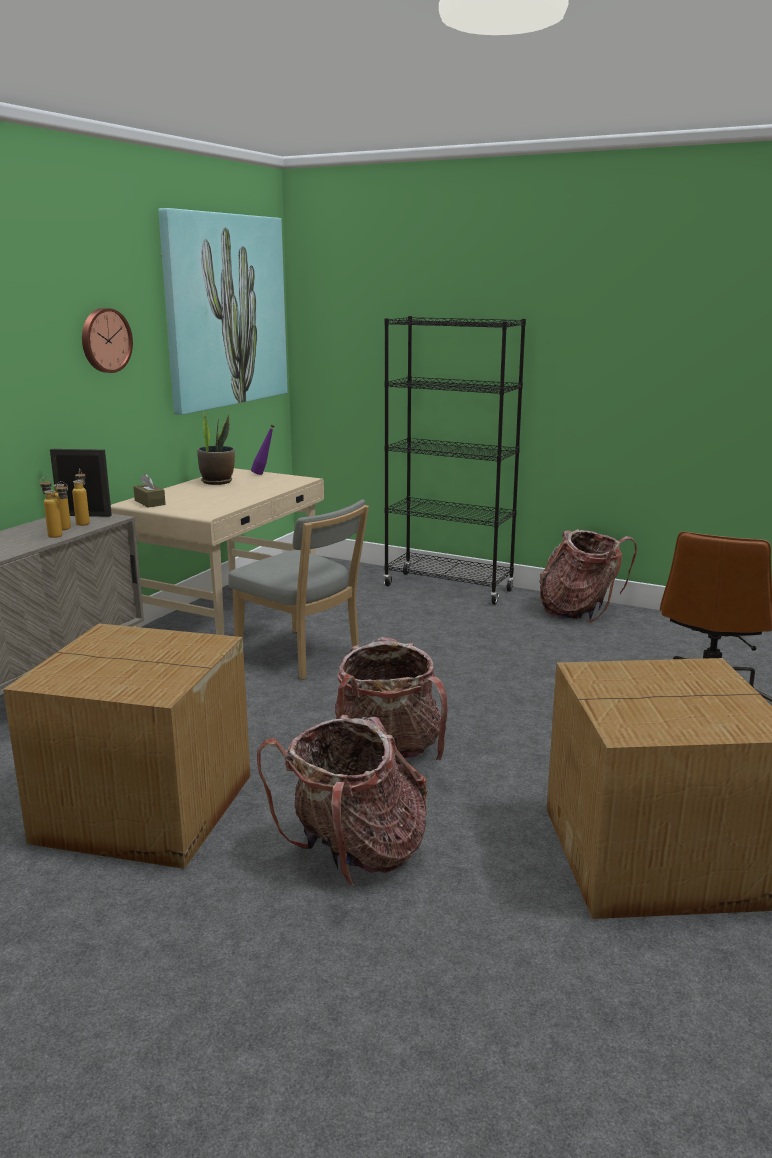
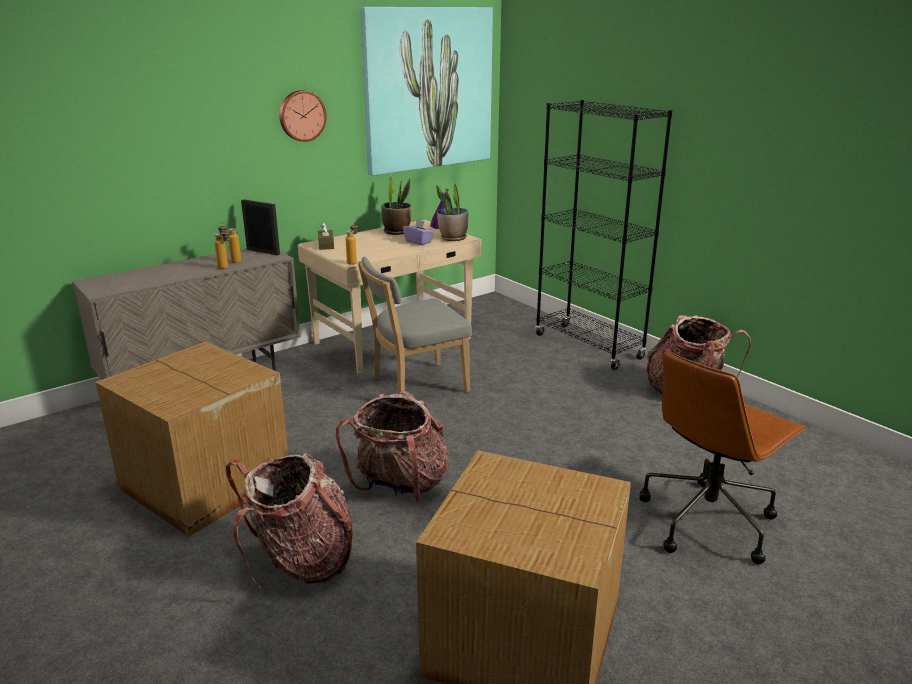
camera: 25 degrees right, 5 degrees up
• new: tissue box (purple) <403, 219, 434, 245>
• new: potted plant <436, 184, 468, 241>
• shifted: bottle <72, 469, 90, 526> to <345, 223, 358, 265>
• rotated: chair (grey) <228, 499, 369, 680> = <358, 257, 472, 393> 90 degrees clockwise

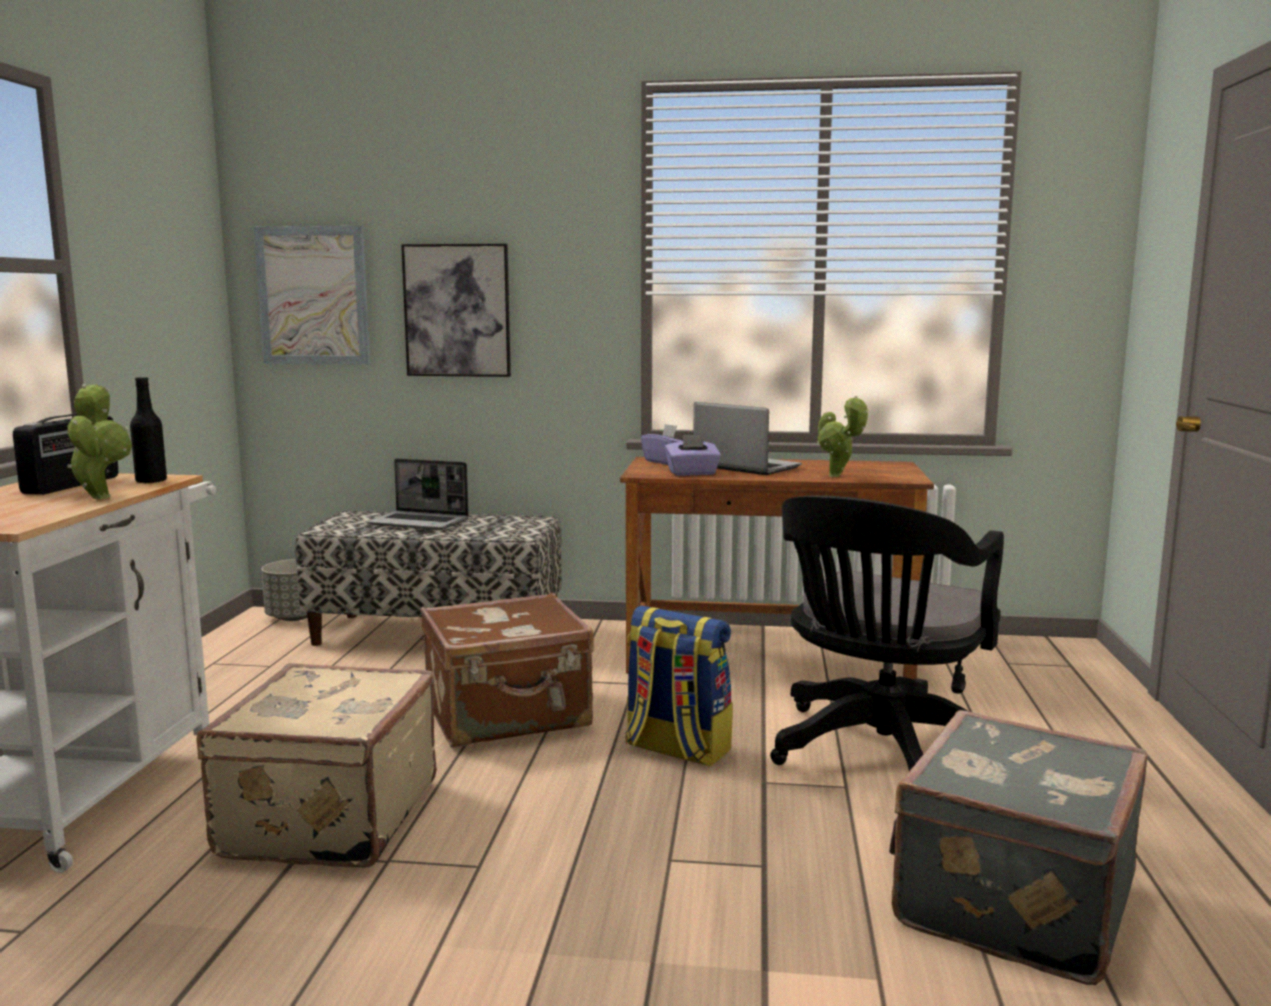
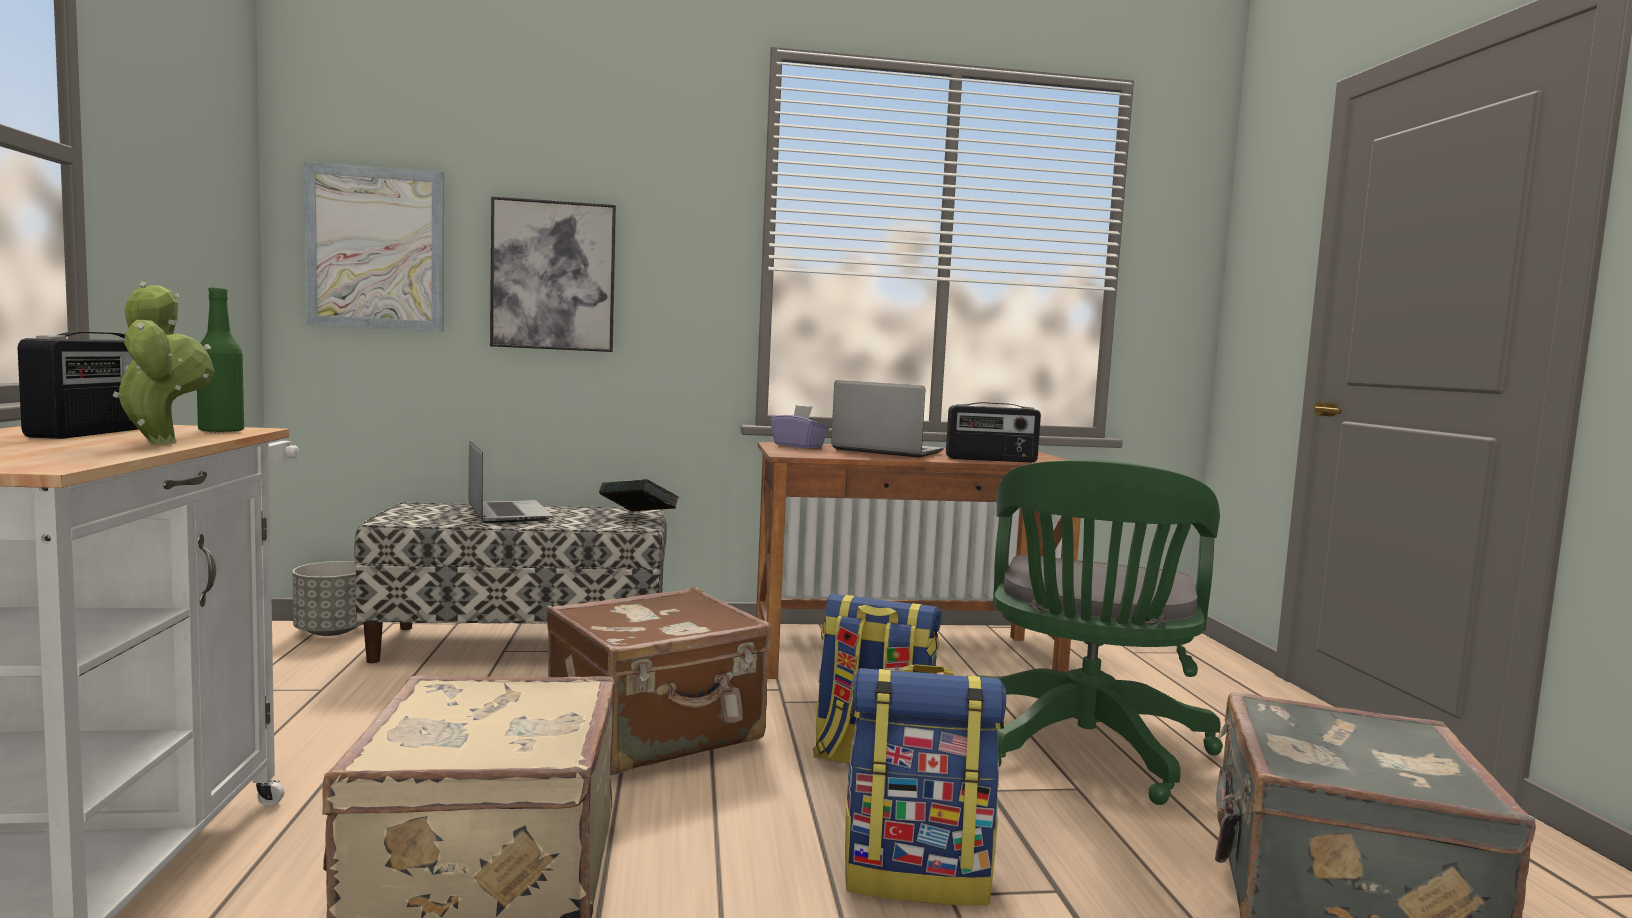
camera: 15 degrees left, 5 degrees down
• gone: tissue box (purple) <665, 435, 721, 476>
• new: book <599, 479, 680, 512>
• new: backpack <845, 664, 1006, 906>
• swapped: potted plant <817, 396, 868, 477> to radio <946, 402, 1041, 463>
• repainted: bottle (black) <130, 377, 167, 483> to bottle (green) <197, 287, 244, 433>
• repainted: office chair (black) <770, 495, 1004, 771> to office chair (green) <978, 460, 1223, 805>
• rotated: laptop <367, 458, 469, 530> = <469, 441, 553, 523> 120 degrees counterclockwise

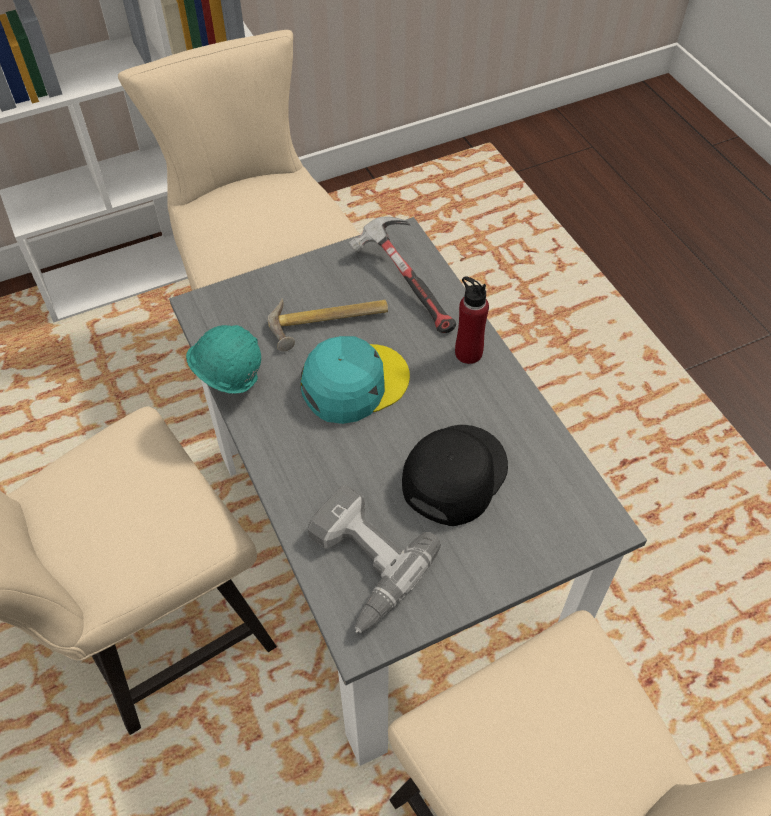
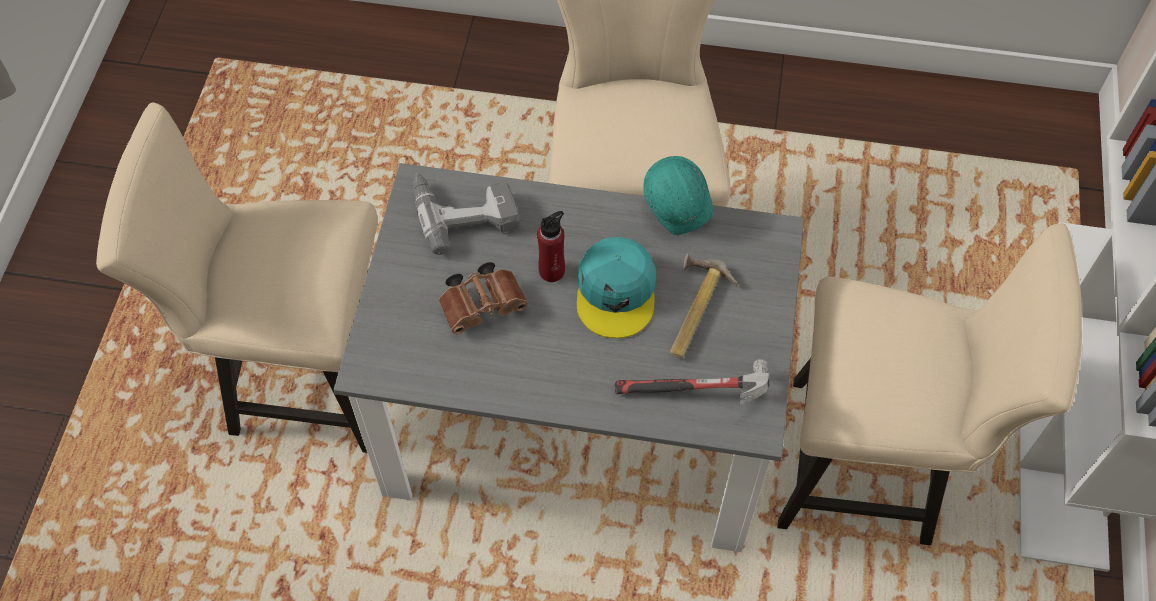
camera: 125 degrees right, 5 degrees up
• shifted: bottle (red) <455, 276, 489, 364> to <537, 211, 565, 282>
• swapped: cap (black) <402, 425, 508, 526> to binoculars (brown) <439, 262, 528, 334>

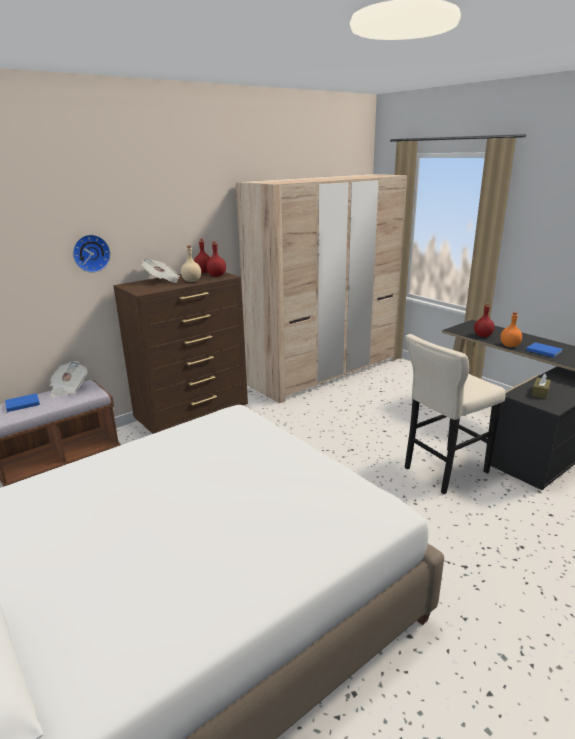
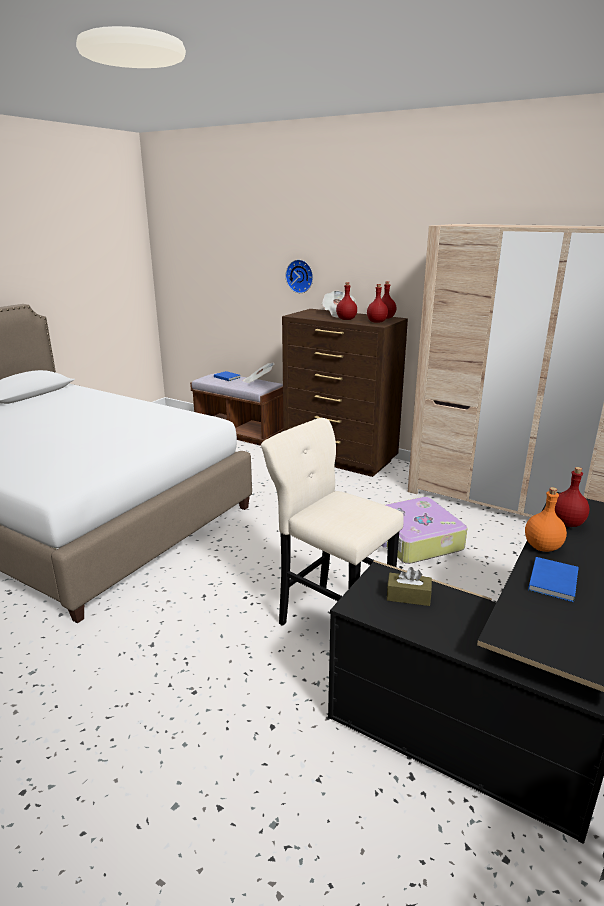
camera: 70 degrees right, 0 degrees up
• new: suitcase <382, 497, 467, 564>
• repainted: bottle (beige) <181, 245, 201, 282> to bottle (red) <336, 282, 357, 320>

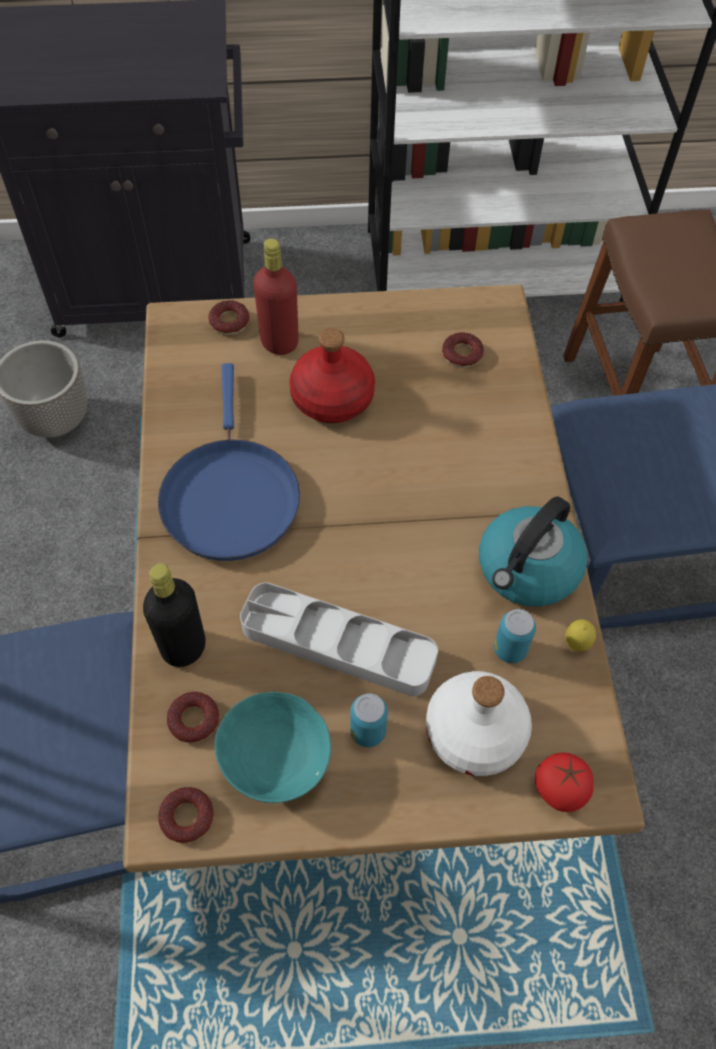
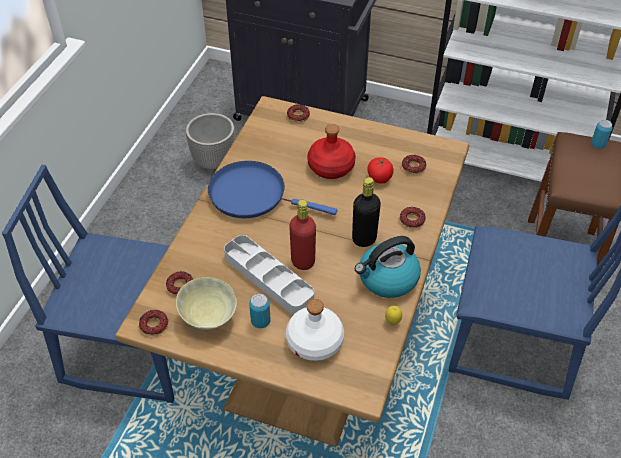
camera: 25 degrees right, 10 degrees down
• new: donut <400, 207, 426, 228>
• shifted: bottle (black) <143, 563, 206, 667> to <352, 177, 381, 247>
• shifted: bottle (red) <253, 238, 299, 355> to <289, 200, 316, 270>
• shifted: can <494, 609, 536, 663> to <591, 120, 613, 148>
• shifted: tomato <535, 752, 594, 812> to <368, 157, 393, 184>
• repainted: bowl (turquoise) <215, 692, 331, 803> to bowl (beige) <176, 277, 237, 330>
• rotated: frying pan (blue) <158, 363, 300, 561> = <208, 161, 337, 218> 90 degrees clockwise

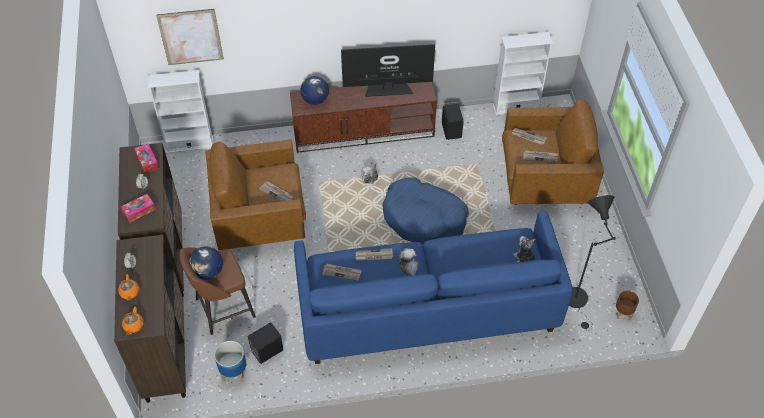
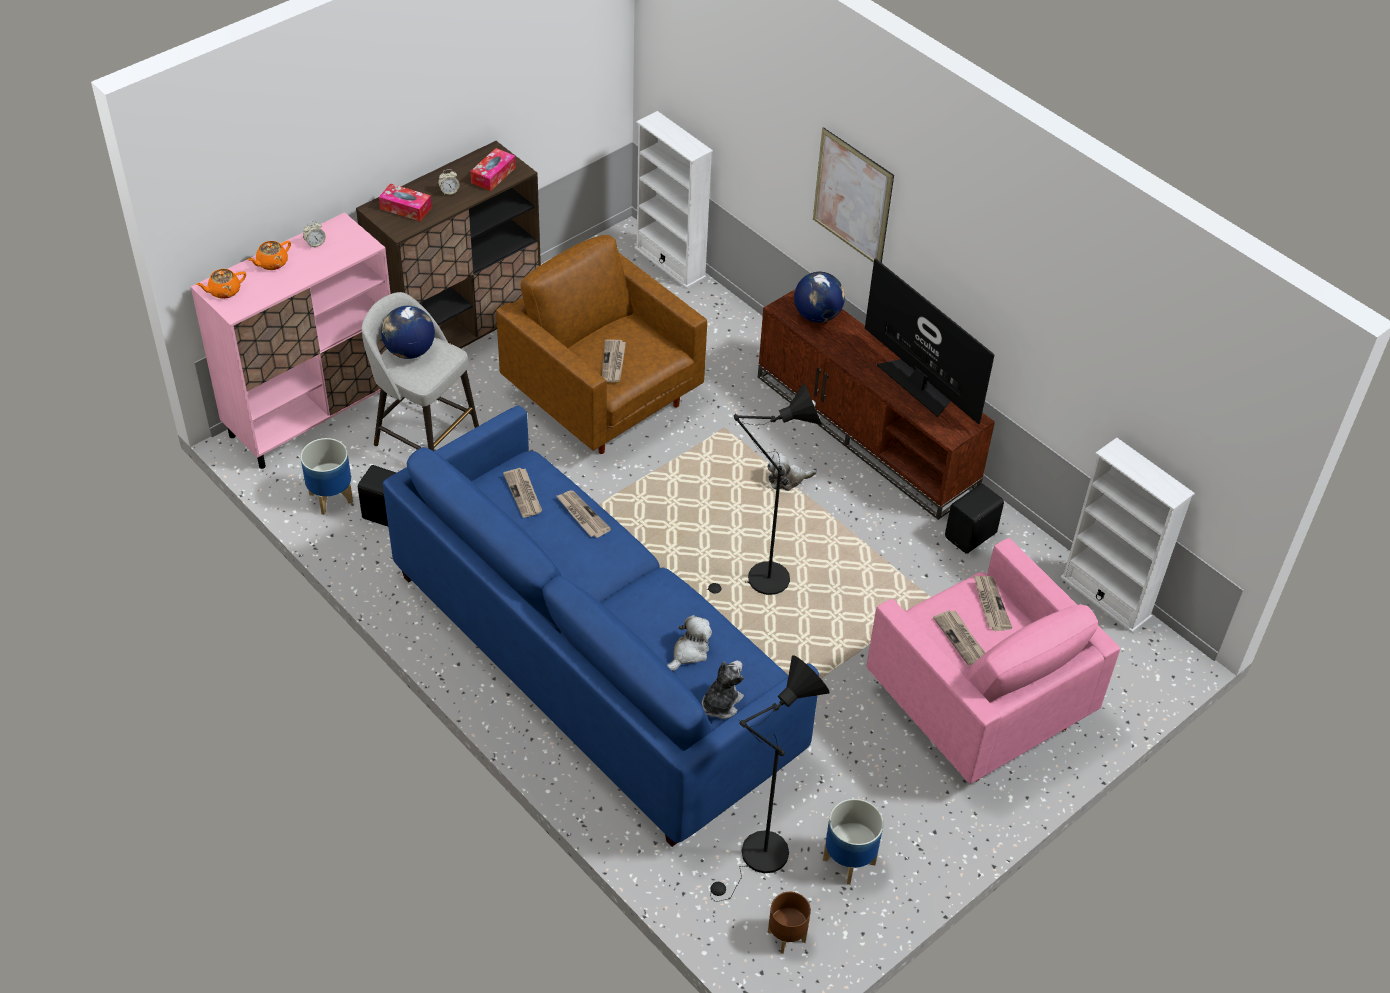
camera: 55 degrees right, 5 degrees down
• new: planter <823, 799, 883, 885>
• shifted: picture <156, 9, 224, 65> to <813, 127, 894, 263>
• shifted: plush toy <397, 248, 418, 276> to <667, 615, 712, 671>
• swapped: dog bed (blue) <382, 177, 469, 244> to floor lamp (black) <706, 383, 822, 595>
• repainted: cabinet (brown) <114, 235, 186, 403> to cabinet (pink) <191, 212, 392, 469>
• repainted: stool (brown) <179, 247, 256, 335> to stool (grey) <362, 292, 479, 451>
• repainted: armchair (brown) <502, 100, 604, 205> to armchair (pink) <867, 538, 1120, 784>

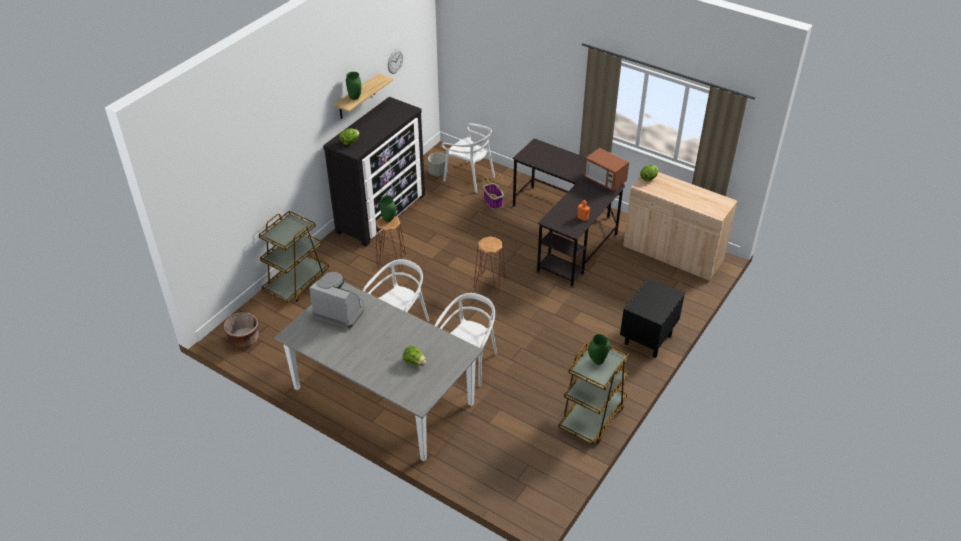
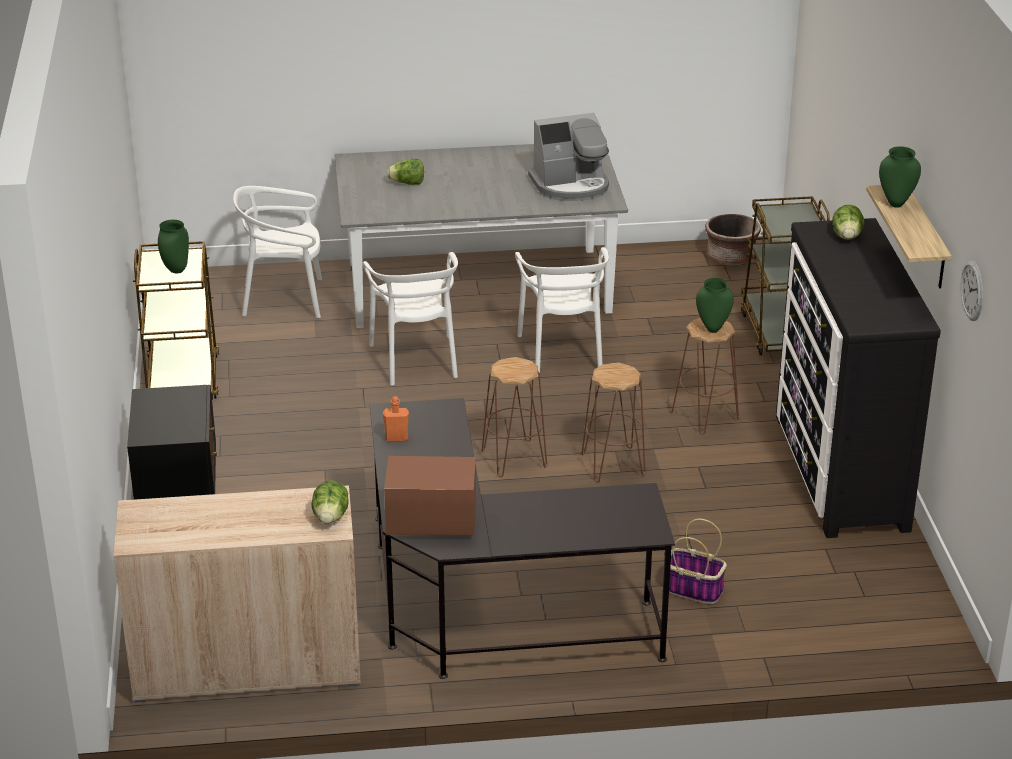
camera: 140 degrees right, 10 degrees down
• gone: planter (grey) <428, 152, 448, 176>
• new: stool (brown) <581, 363, 645, 482>
• shifted: chair (white) <441, 123, 495, 193> to <233, 186, 322, 318>

